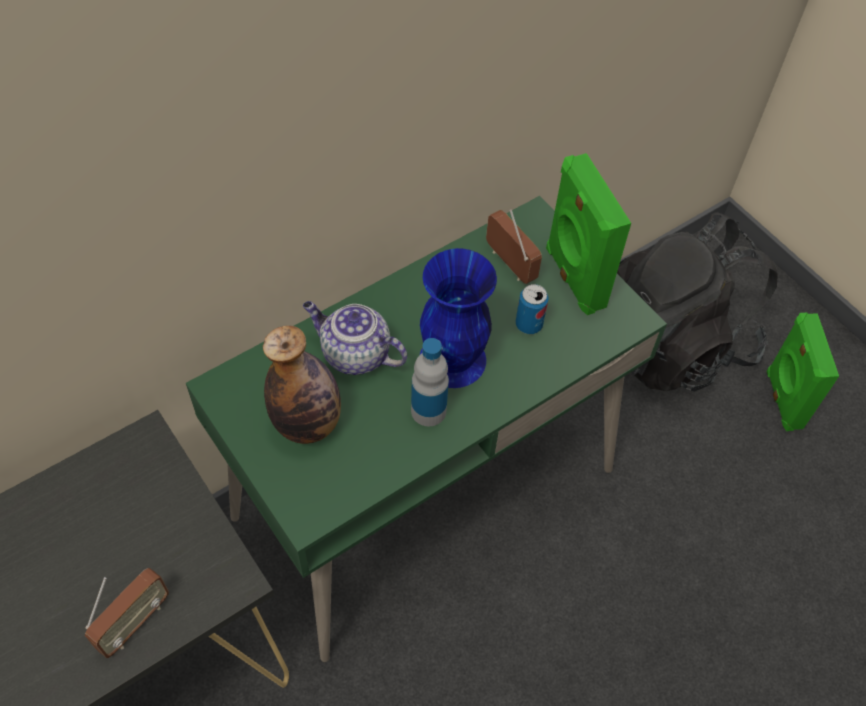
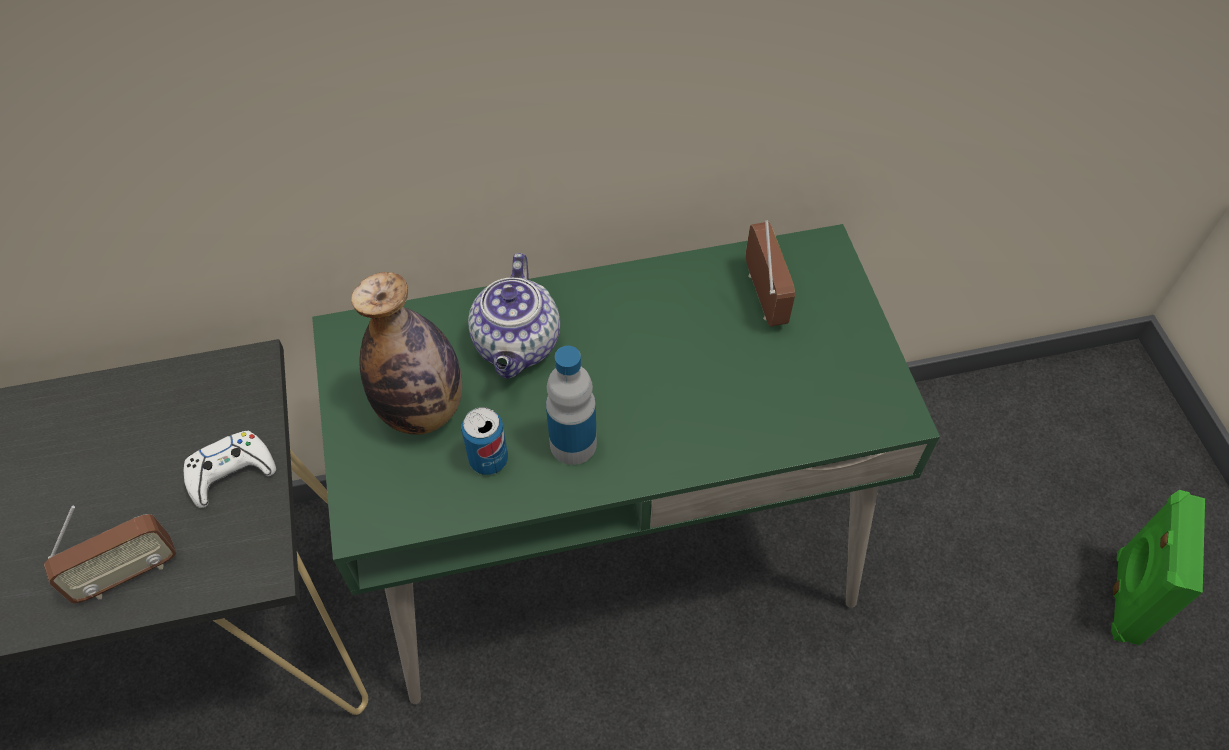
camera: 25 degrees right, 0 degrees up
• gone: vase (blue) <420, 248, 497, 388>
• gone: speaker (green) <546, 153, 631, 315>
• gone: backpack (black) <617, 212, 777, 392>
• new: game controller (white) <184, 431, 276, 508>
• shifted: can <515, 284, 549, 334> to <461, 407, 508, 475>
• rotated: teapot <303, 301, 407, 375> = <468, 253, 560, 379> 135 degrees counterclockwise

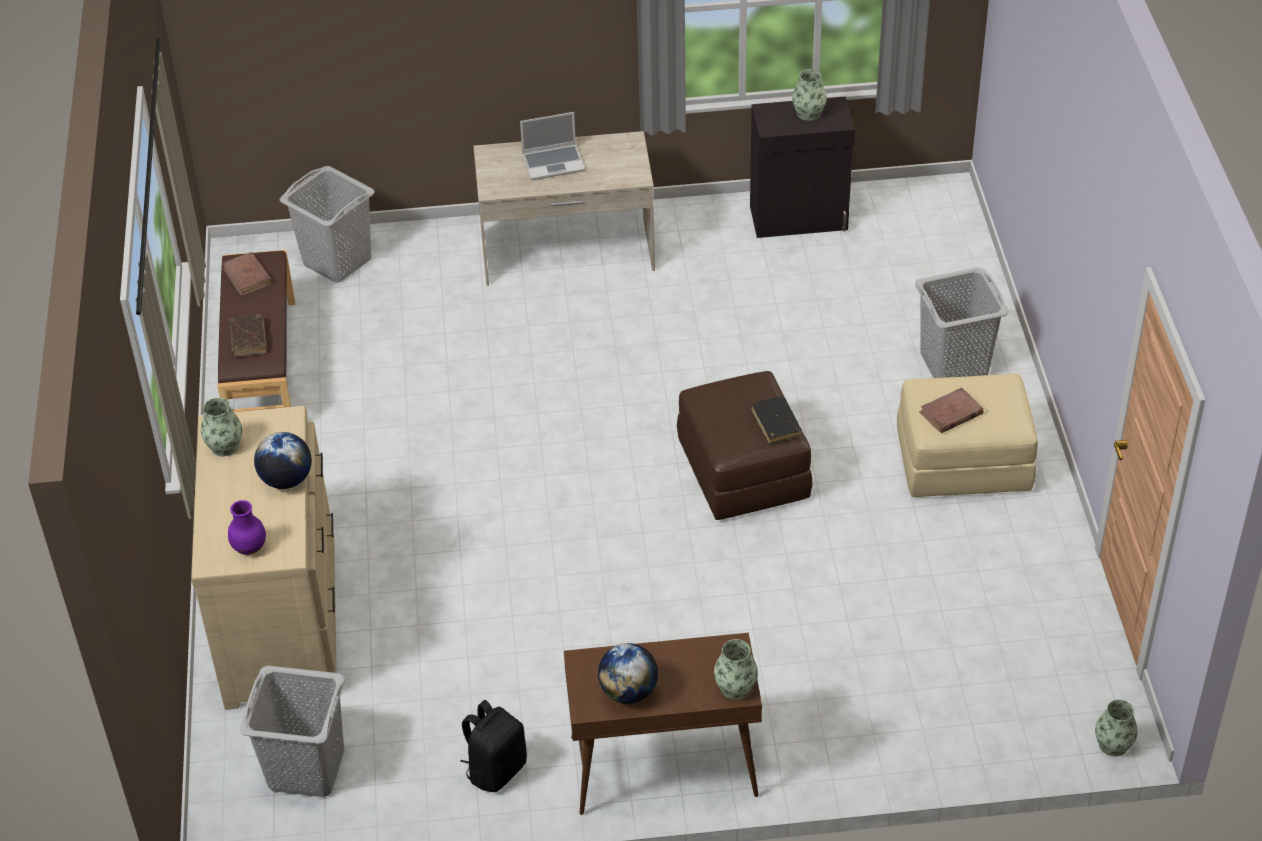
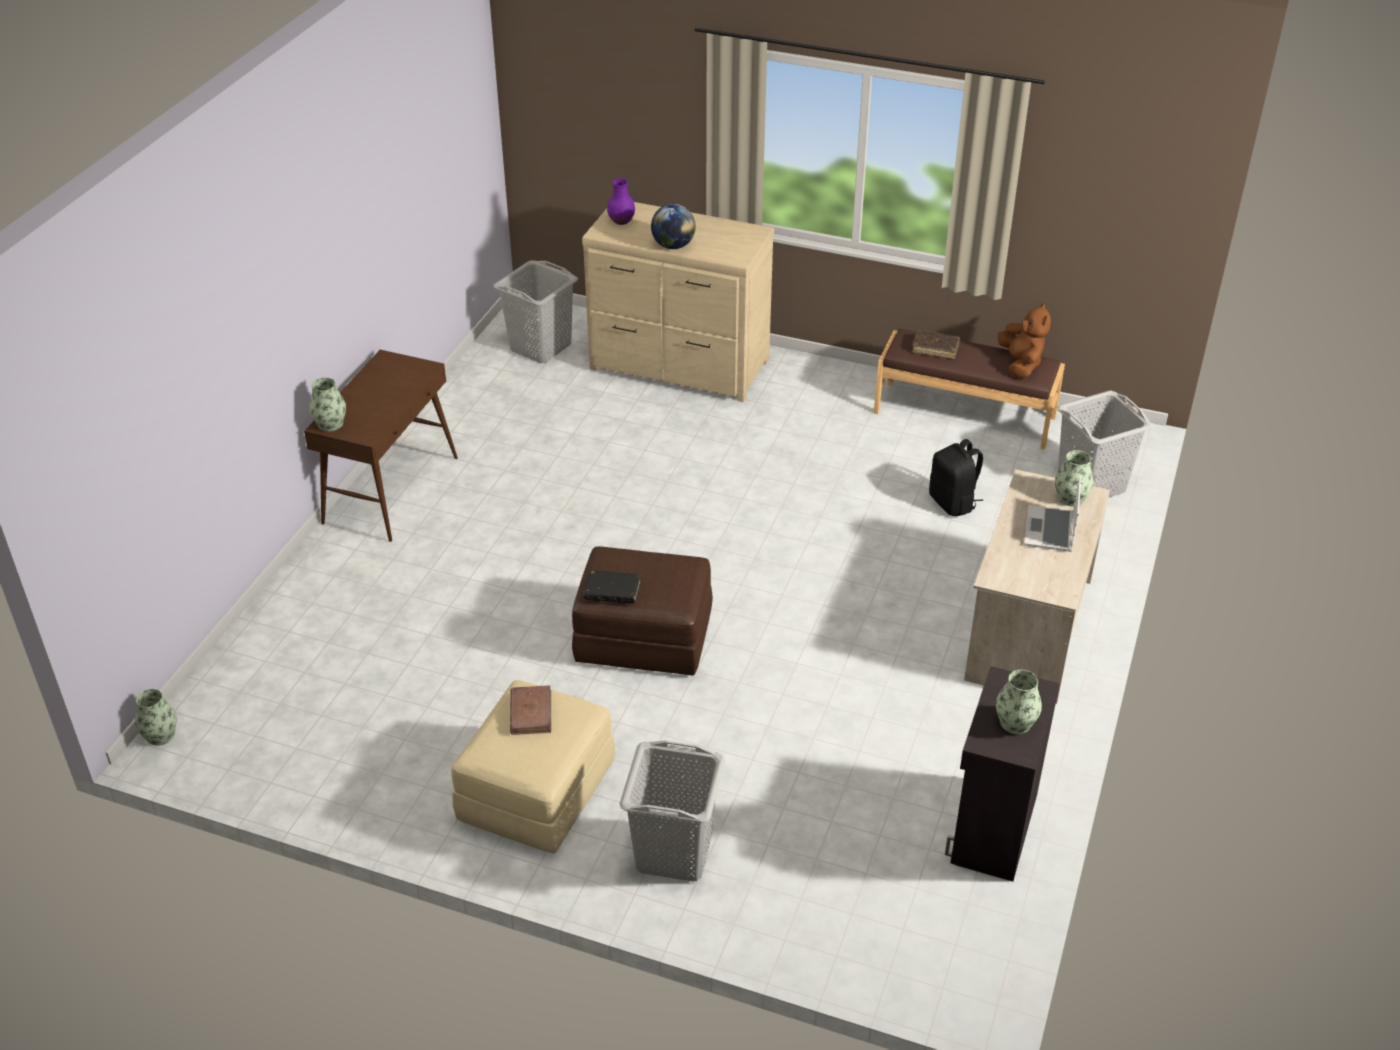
camera: 115 degrees right, 5 degrees down
• gone: globe <598, 643, 658, 704>
• shifted: vase <201, 398, 242, 456> to <1055, 450, 1093, 506>
• shifted: backpack (black) <460, 700, 527, 792> to <929, 439, 983, 516>
• swapped: book (brown) <222, 252, 272, 296> to plush toy (brown) <998, 303, 1051, 379>

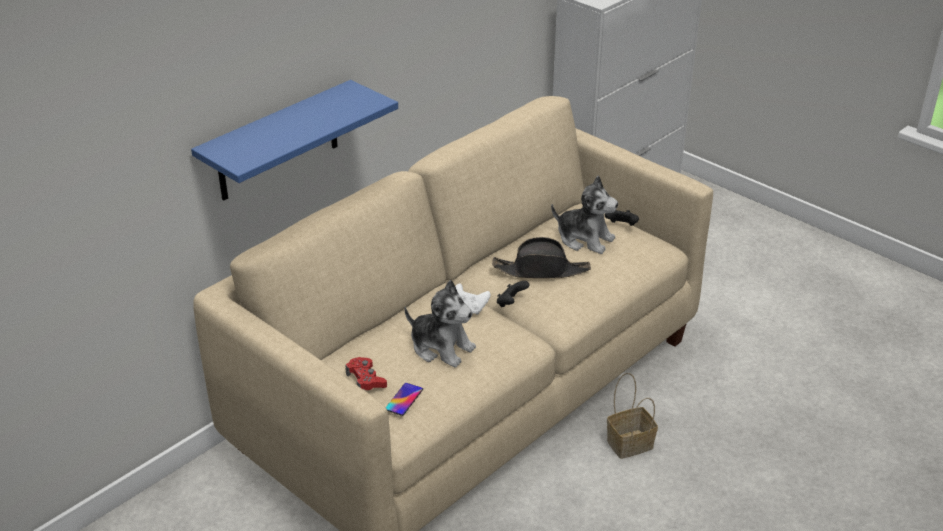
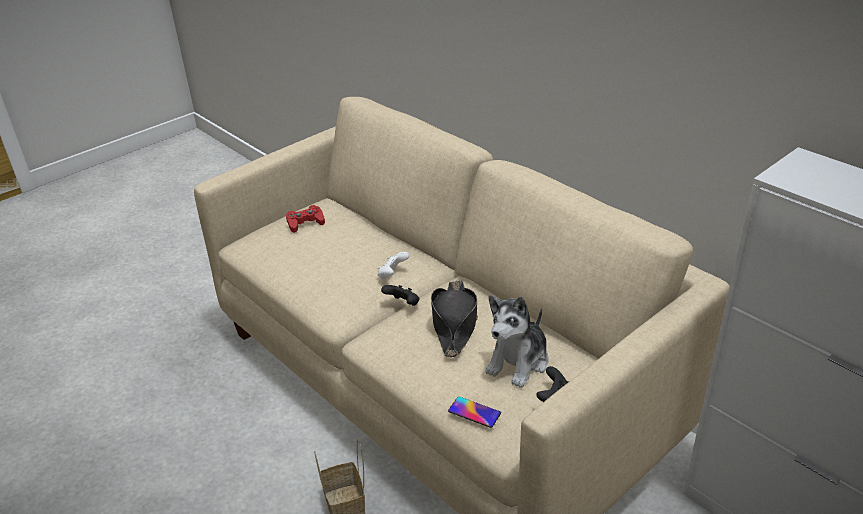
camera: 95 degrees right, 0 degrees up
• gone: shelf (blue) <191, 80, 398, 201>
• gone: plush toy <404, 280, 476, 368>
• shifted: phone <386, 383, 423, 416> to <448, 397, 501, 428>

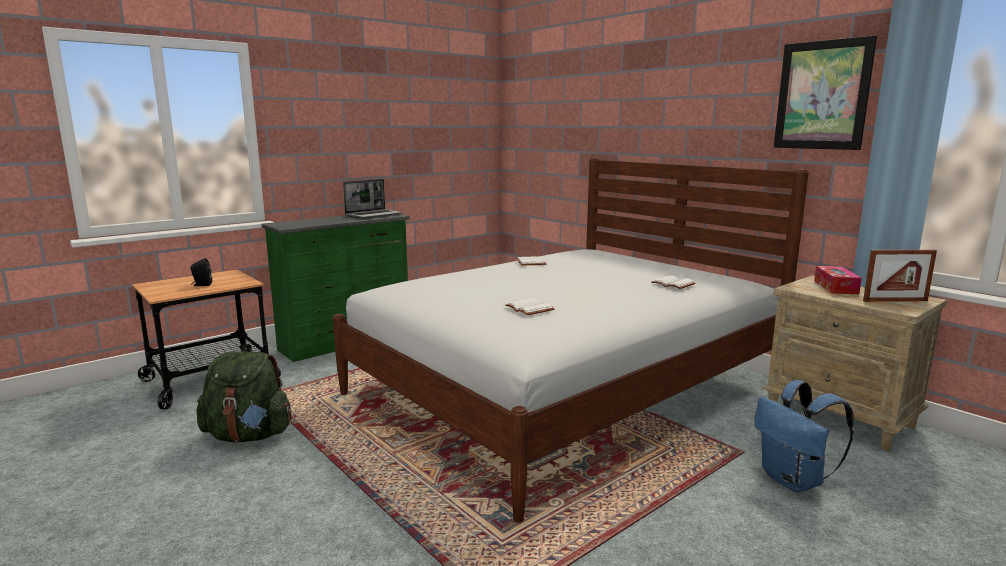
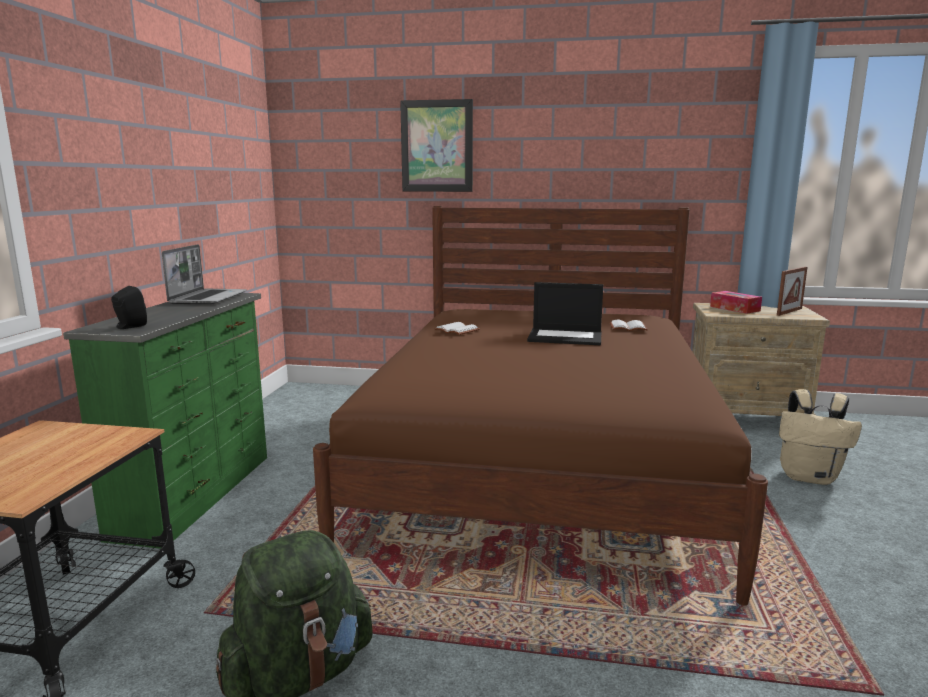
camera: 40 degrees left, 0 degrees up
• gone: book (white) <505, 298, 555, 315>
• new: laptop <527, 282, 603, 345>
• shifted: speaker (black) <190, 258, 212, 286> to <111, 286, 147, 329>
• shifted: picture <774, 35, 877, 150> to <400, 99, 473, 192>
• repainted: bed (white) <333, 158, 809, 523> to bed (brown) <313, 206, 768, 606>
• repainted: backpack (blue) <754, 380, 854, 492> to backpack (beige) <779, 389, 862, 485>

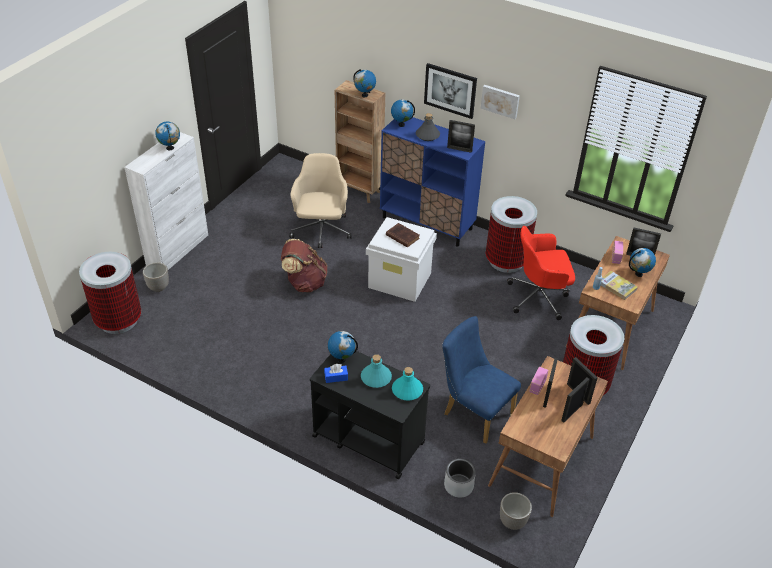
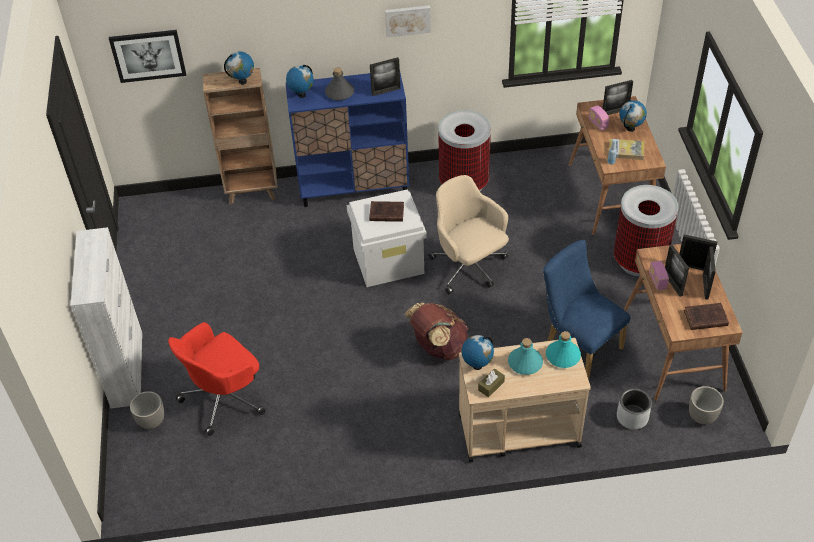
camera: 35 degrees left, 5 degrees up
• gone: trash can <79, 252, 141, 334>
• gone: globe <155, 122, 180, 150>
• new: book (brown) <684, 303, 729, 330>
• shifted: backpack (brown) <281, 239, 328, 292> to <405, 303, 468, 360>
• shifted: office chair (beige) <289, 153, 352, 248> to <428, 175, 509, 295>
• shifted: picture <424, 63, 477, 119> to <109, 30, 186, 83>
• shifted: office chair (red) <507, 226, 575, 320> to <168, 322, 266, 436>
• repainted: cart (black) <310, 351, 430, 479> to cart (beige) <459, 338, 591, 462>
• repainted: tissue box (blue) <324, 364, 348, 383> to tissue box (brown) <478, 369, 505, 397>
• rotated: chair (blue) <442, 316, 521, 444> = <543, 240, 631, 378> 45 degrees clockwise

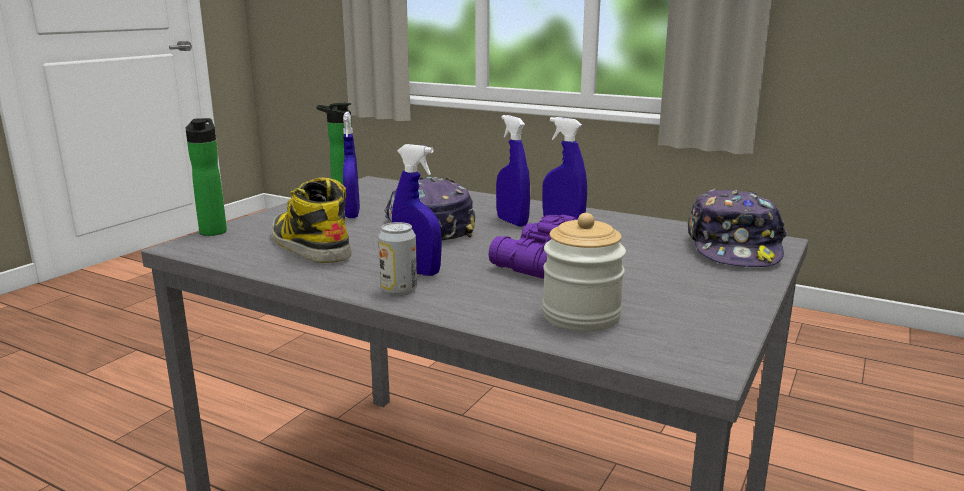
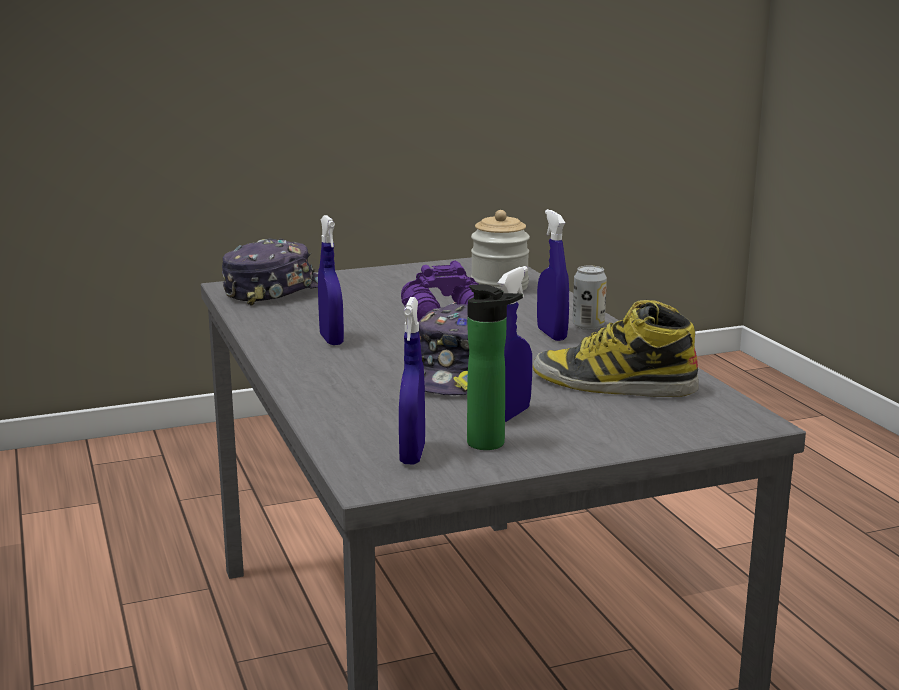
camera: 140 degrees left, 0 degrees up
• gone: bottle <185, 118, 227, 236>
• shifted: spray bottle (blue) <496, 115, 530, 227> to <399, 297, 425, 464>
• rotated: boot <272, 177, 352, 263> = <533, 300, 699, 397> 105 degrees clockwise

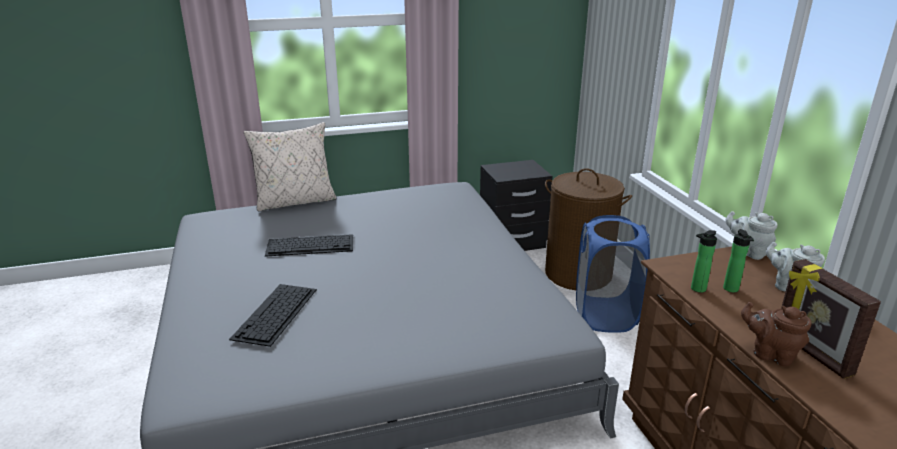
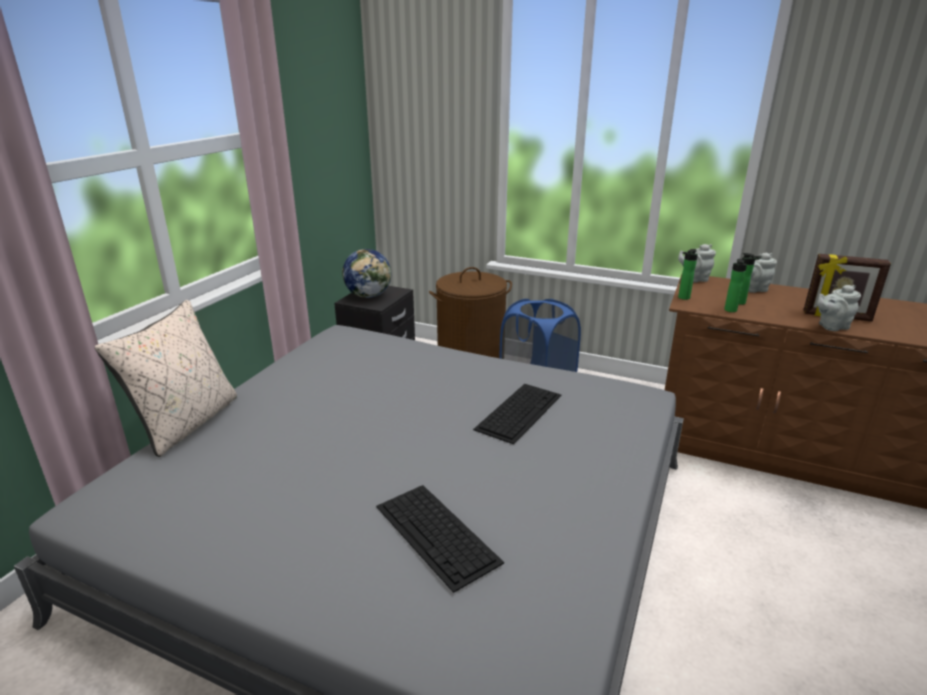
camera: 50 degrees left, 0 degrees up
• new: globe <342, 249, 391, 298>
• new: bottle <678, 249, 698, 300>
• shifted: keyboard <265, 234, 353, 257> to <473, 384, 562, 444>
• repainted: teapot (brown) <741, 302, 812, 366> to teapot (grey) <817, 285, 861, 331>

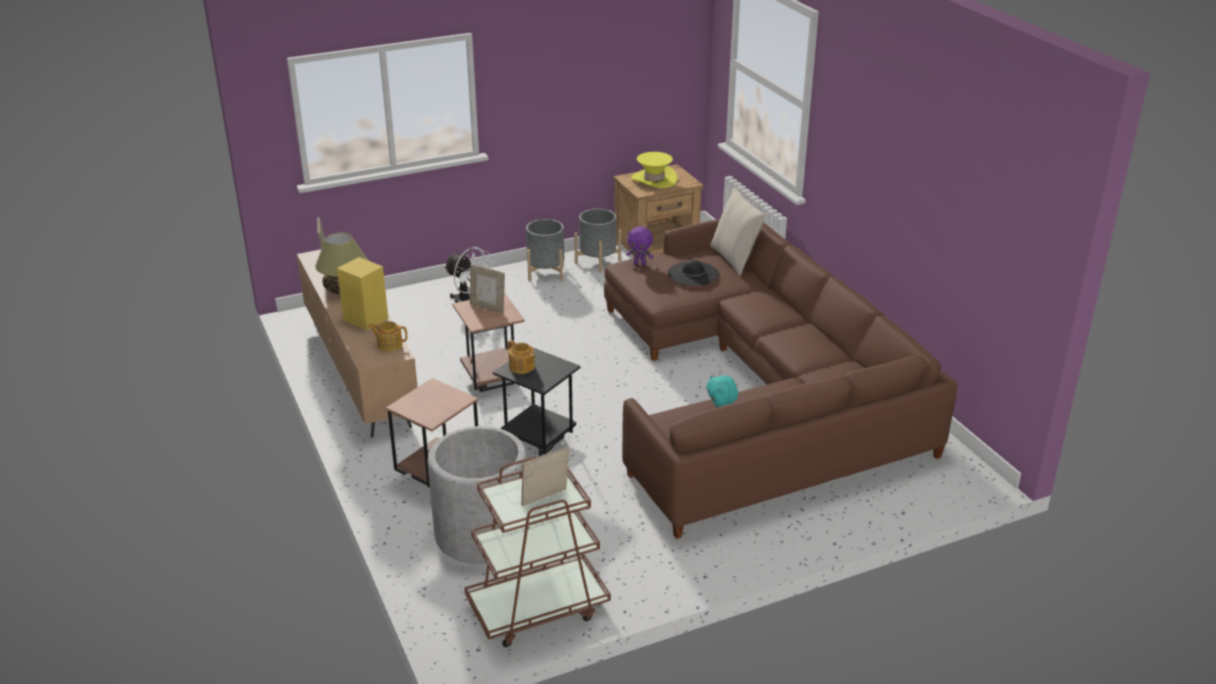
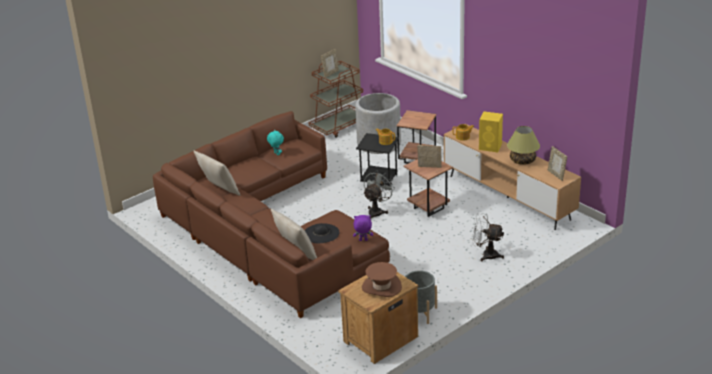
camera: 165 degrees right, 0 degrees up
• gone: planter (grey) <526, 219, 564, 281>
• new: pillow (beige) <194, 151, 240, 196>
• new: fan (grey) <363, 172, 395, 219>
• repainted: hat (yellow) <631, 152, 677, 188> to hat (brown) <362, 262, 402, 297>

